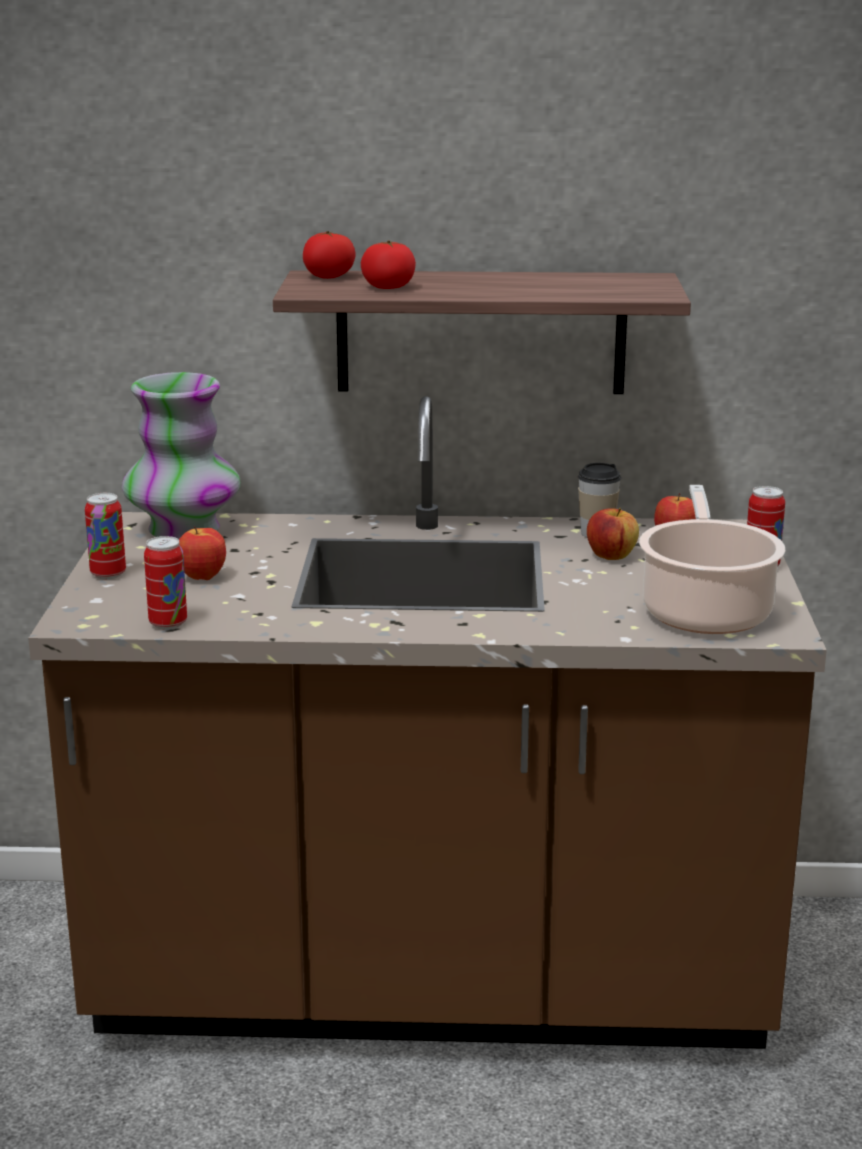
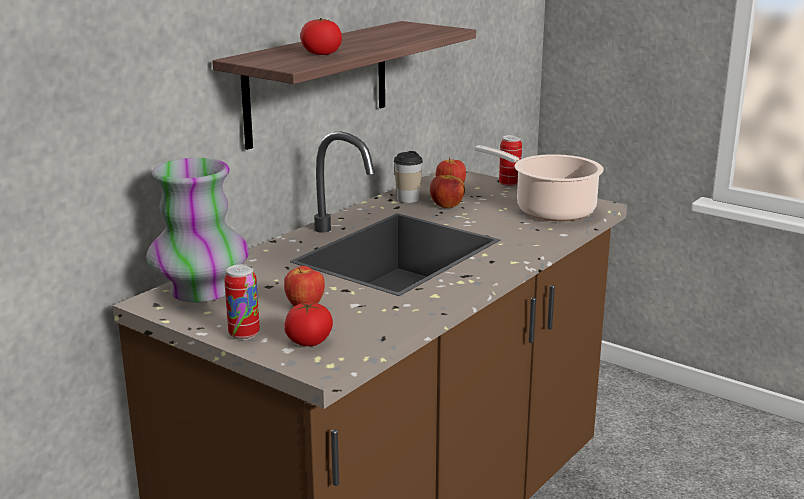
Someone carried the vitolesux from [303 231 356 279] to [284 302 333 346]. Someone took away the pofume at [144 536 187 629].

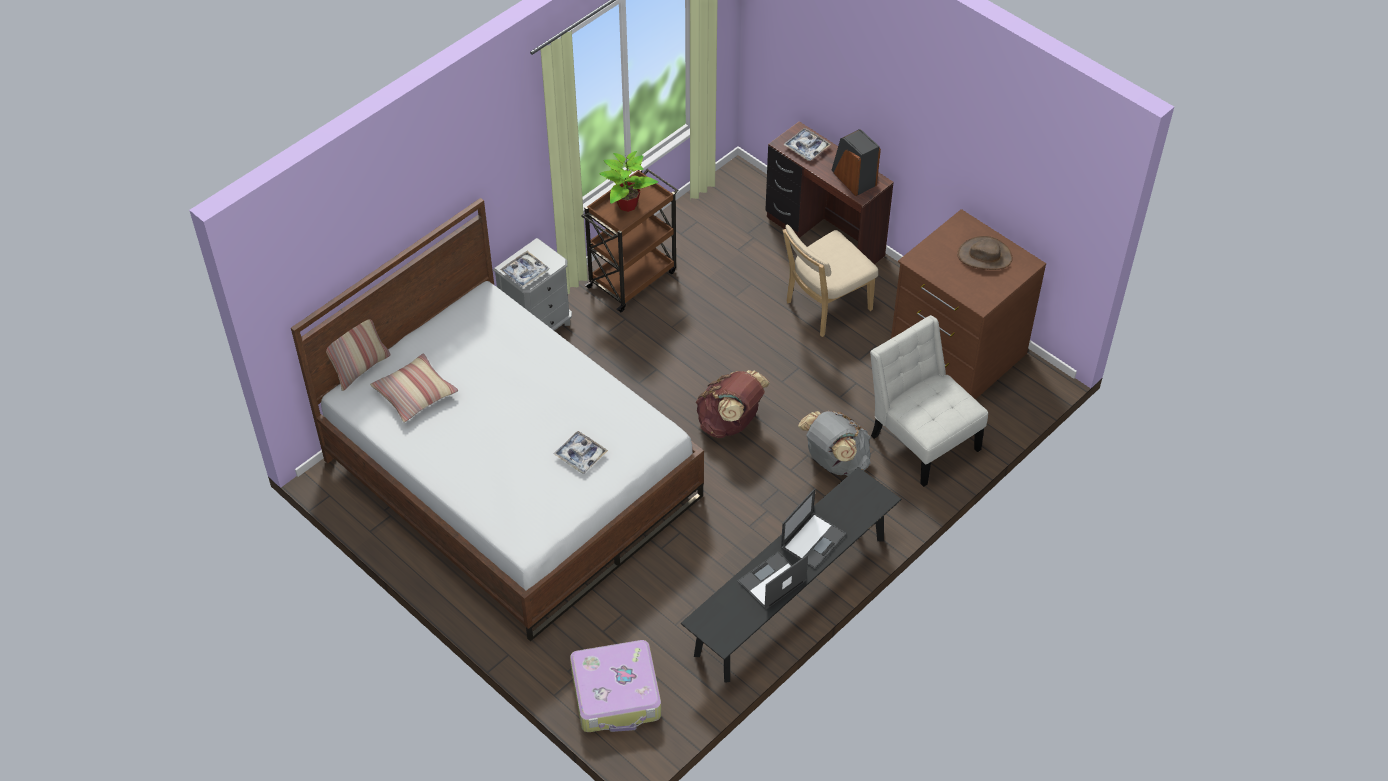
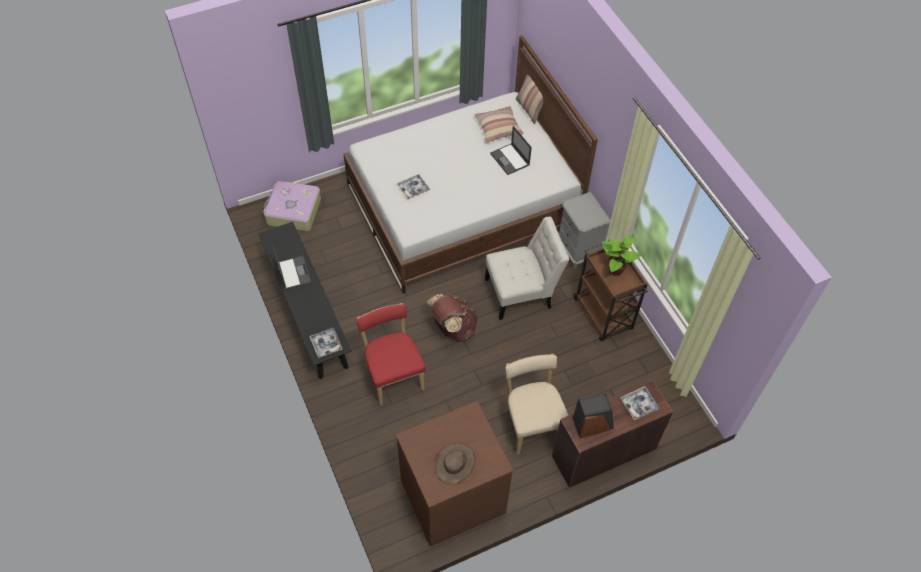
Someone carried the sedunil from [500 251 549 288] to [309 328 343 358]. Someone swapped the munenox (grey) at [798 411 871 476] for the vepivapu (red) at [356 303 426 406]. Someone carried the vepivapu (white) from [870 315 988 487] to [485 217 570 320]. Someone carried the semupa from [780 488 846 569] to [490 126 532 175].

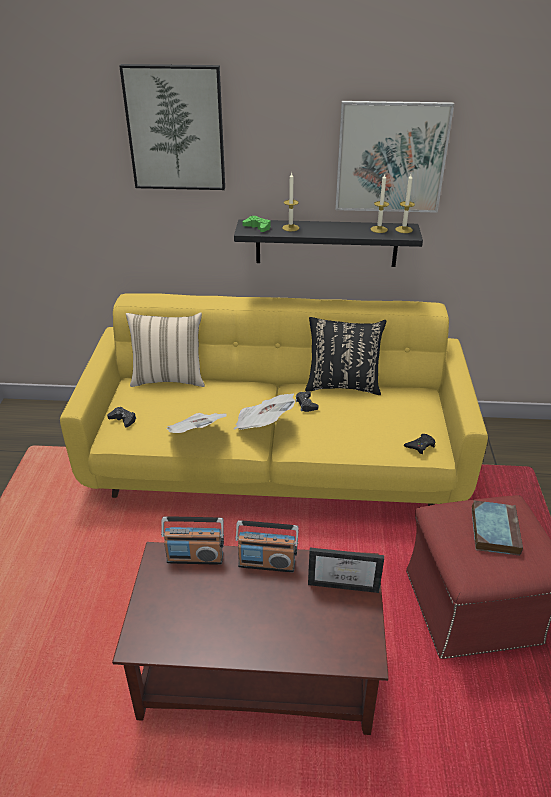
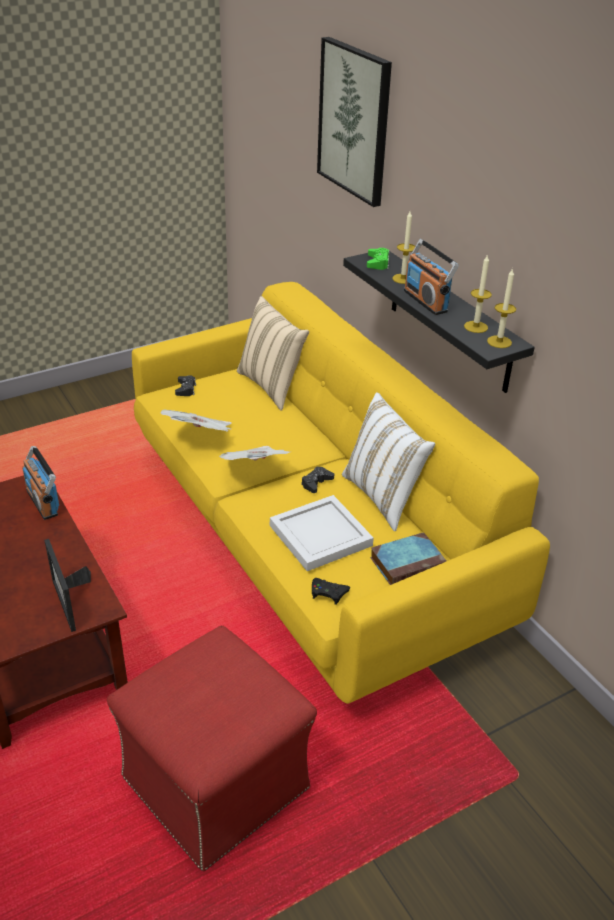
Someone put down the sedunil (white) at [270 495 374 571]. Someone repainted the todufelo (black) at [305 317 386 395], which became the todufelo (white) at [342 392 435 531]. Someone carried the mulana from [472 500 523 556] to [370 532 447 585]. Someone carried the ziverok from [235 520 299 572] to [404 239 459 315]. Someone took away the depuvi at [335 101 454 213].

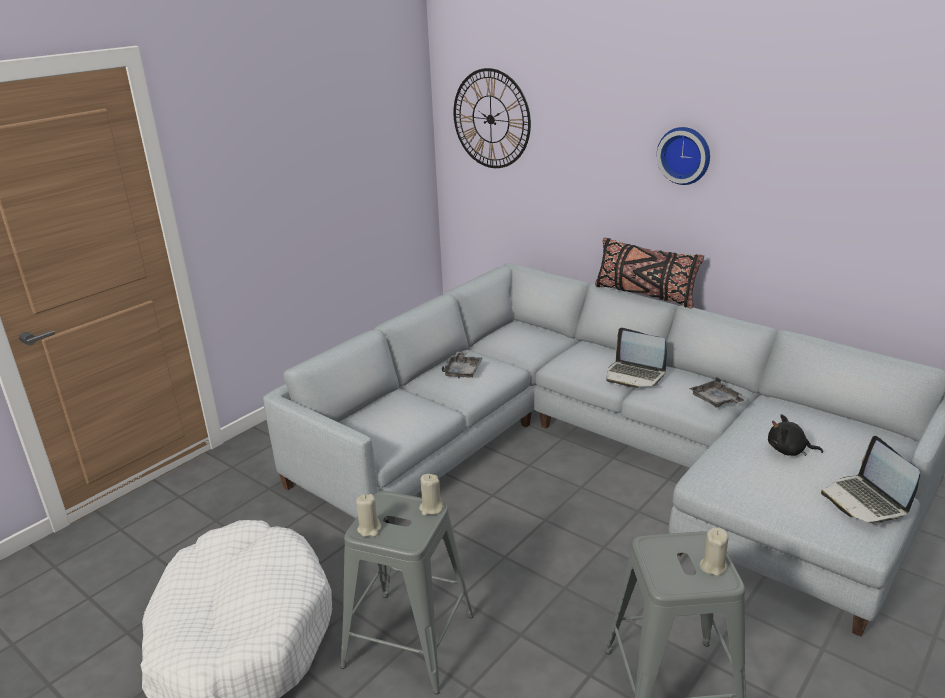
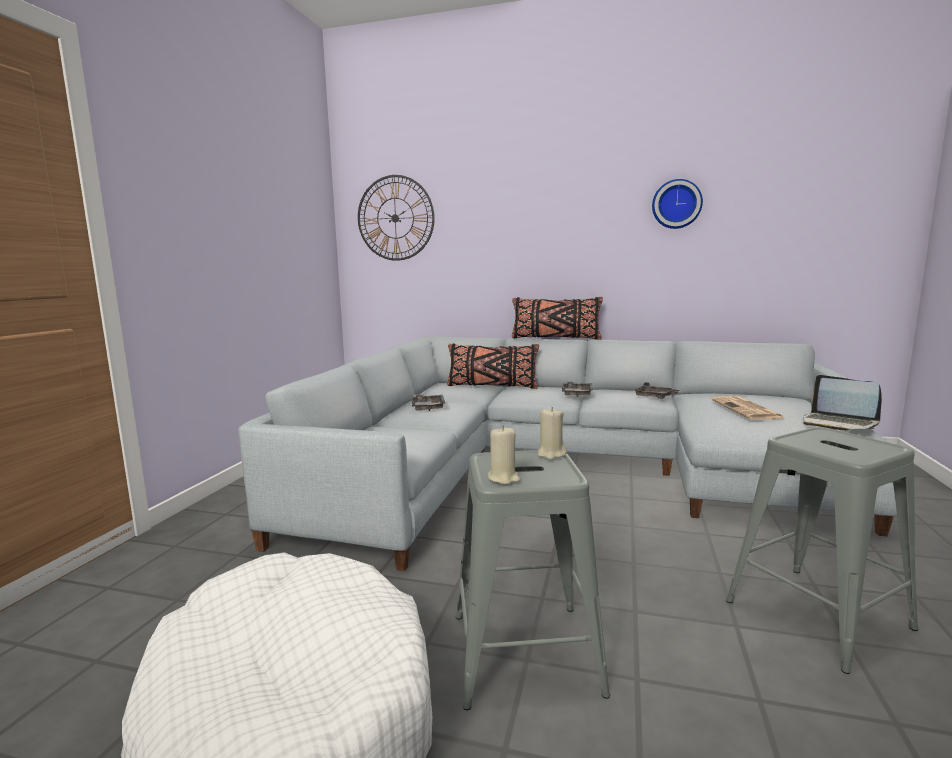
Someone put down the todufelo (black) at [447 343 539 389]. Someone swapped the semupa at [606 328 667 388] for the sedunil (grey) at [562 382 593 397]. Someone carried the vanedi from [657 127 710 185] to [652 179 703 229]. Someone swapped the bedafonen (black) at [768 414 823 456] for the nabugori at [711 396 784 419]. Someone took away the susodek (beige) at [700 528 729 576].

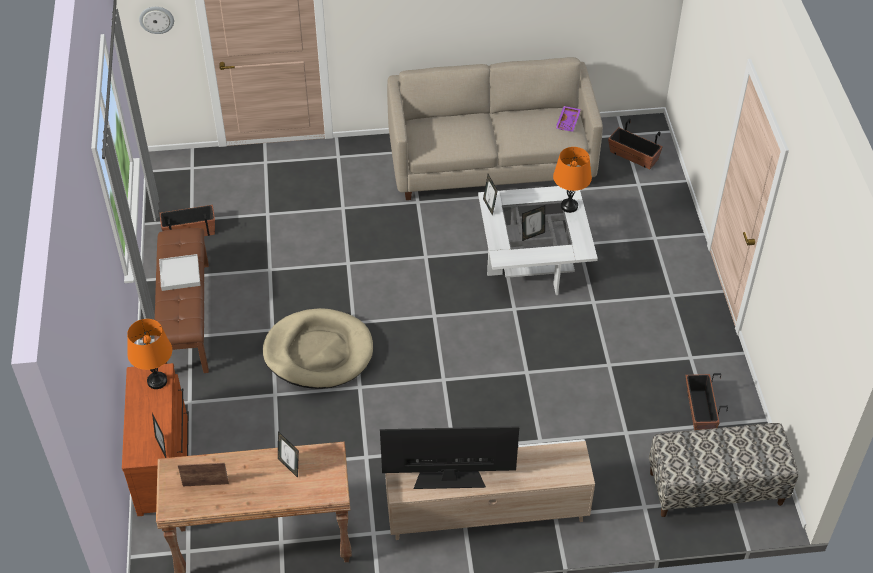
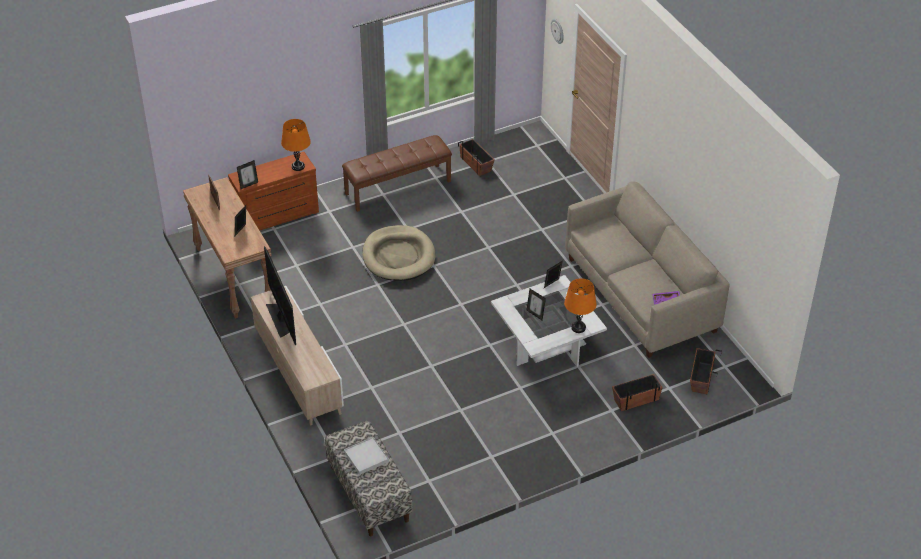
Someone carried the sedunil (white) from [159 254 201 291] to [344 437 389 475]. Someone carried the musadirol from [686 373 728 430] to [612 374 663 411].

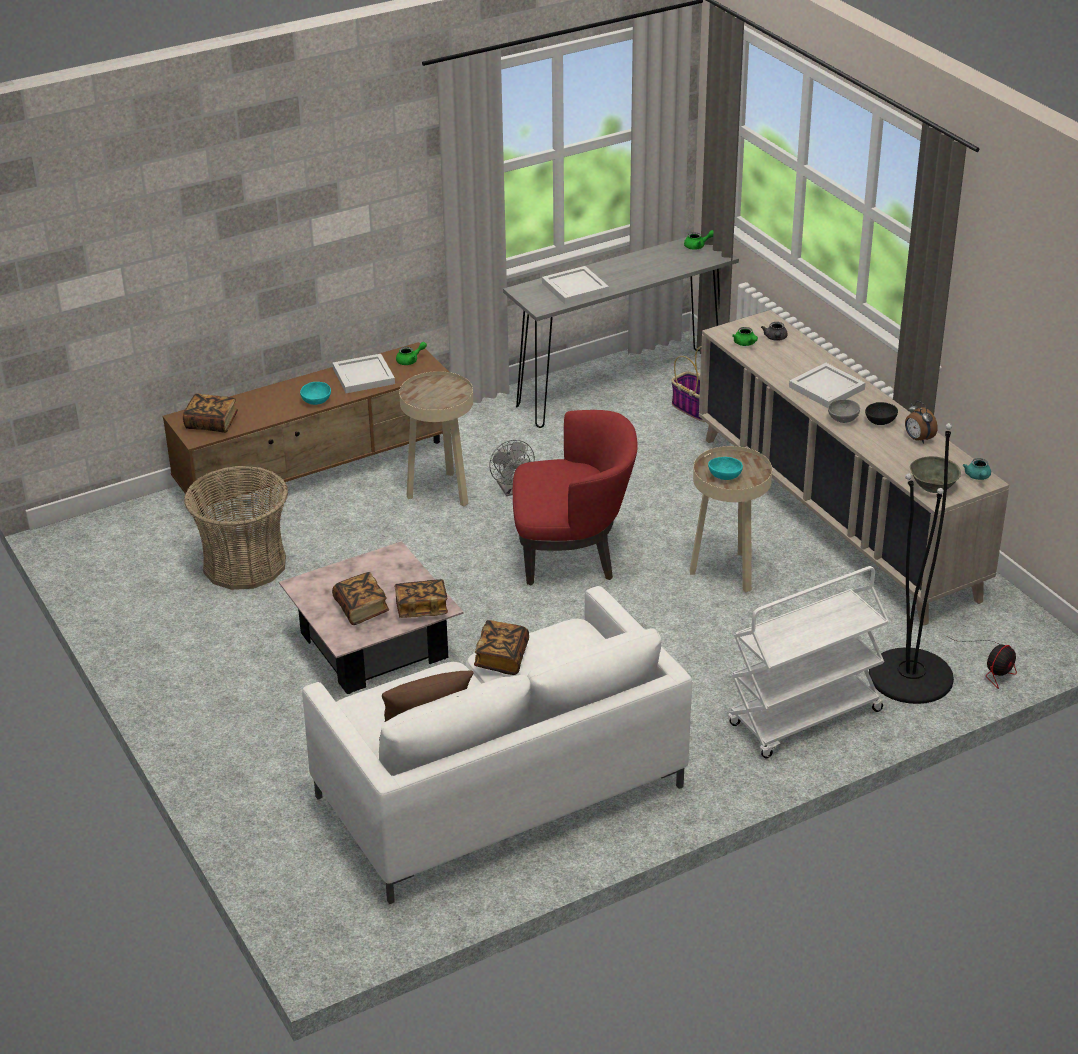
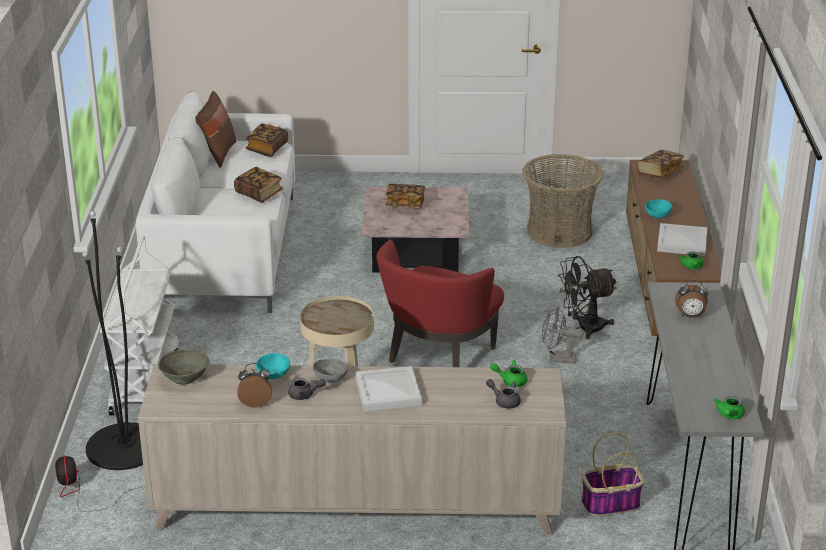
Someone carried the mulana from [394 579 448 618] to [246 124 288 157]. Someone carried the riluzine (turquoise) from [708 457 743 480] to [256 353 290 379]. Someone swapped the riluzine (black) at [865 402 898 425] for the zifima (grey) at [288 378 326 400]. Someone swapped the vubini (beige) at [399 371 473 507] for the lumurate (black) at [558 256 616 339]. Someone swapped the sedunil (white) at [542 266 609 304] for the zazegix at [675 280 708 318]. Someone took away the zifima (turquoise) at [963 458 991 480].

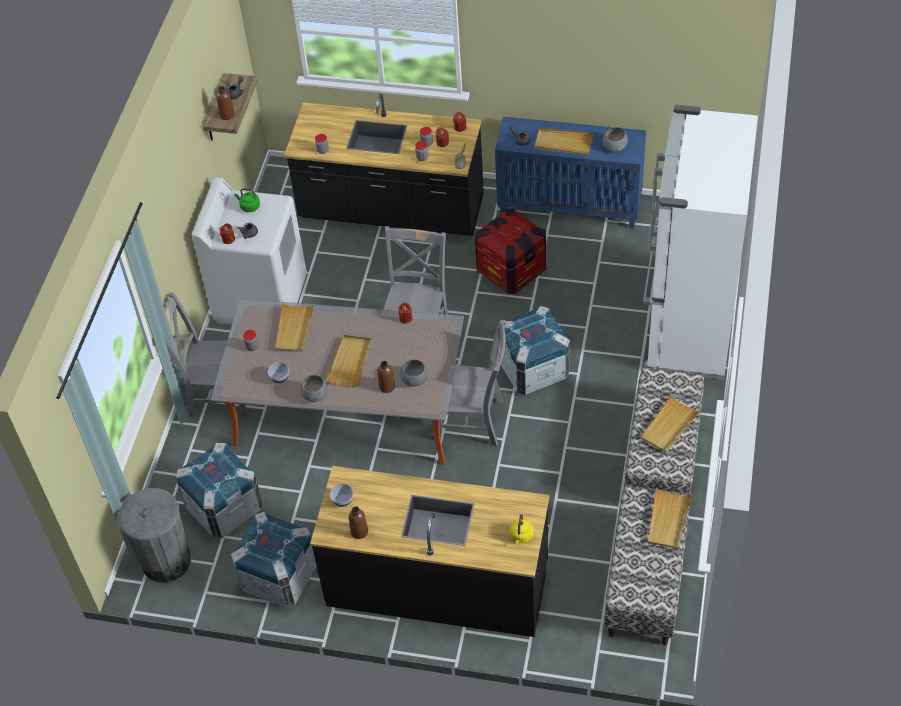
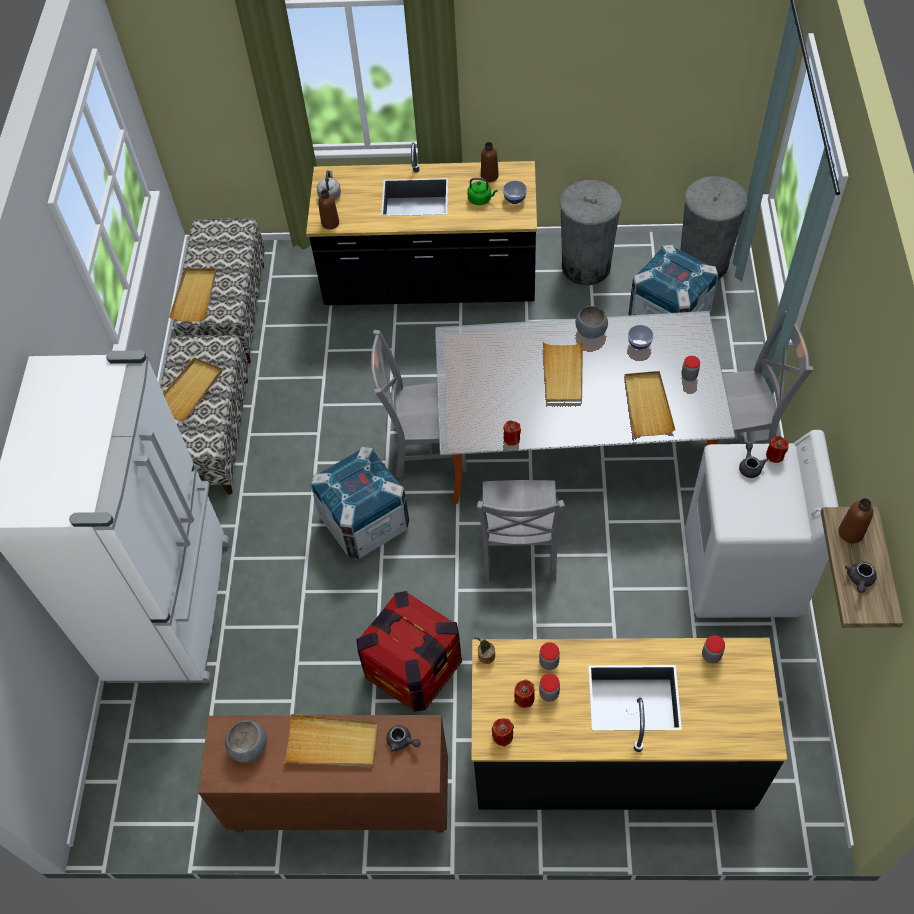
Someone repainted the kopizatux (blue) at [495 117 646 229], which became the kopizatux (brown) at [198 715 448 832]. Someone repainted the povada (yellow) at [510 514 534 543], which became the povada (grey) at [317 170 341 200]. Someone carried the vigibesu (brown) from [378 361 395 393] to [318 190 339 230]. Someone carried the povada (green) from [234 188 260 212] to [467 178 498 205]. Someone swapped the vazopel at [231 512 317 608] for the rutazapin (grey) at [559 180 622 285]. Someone took away the riluzine (grey) at [400 360 428 386].

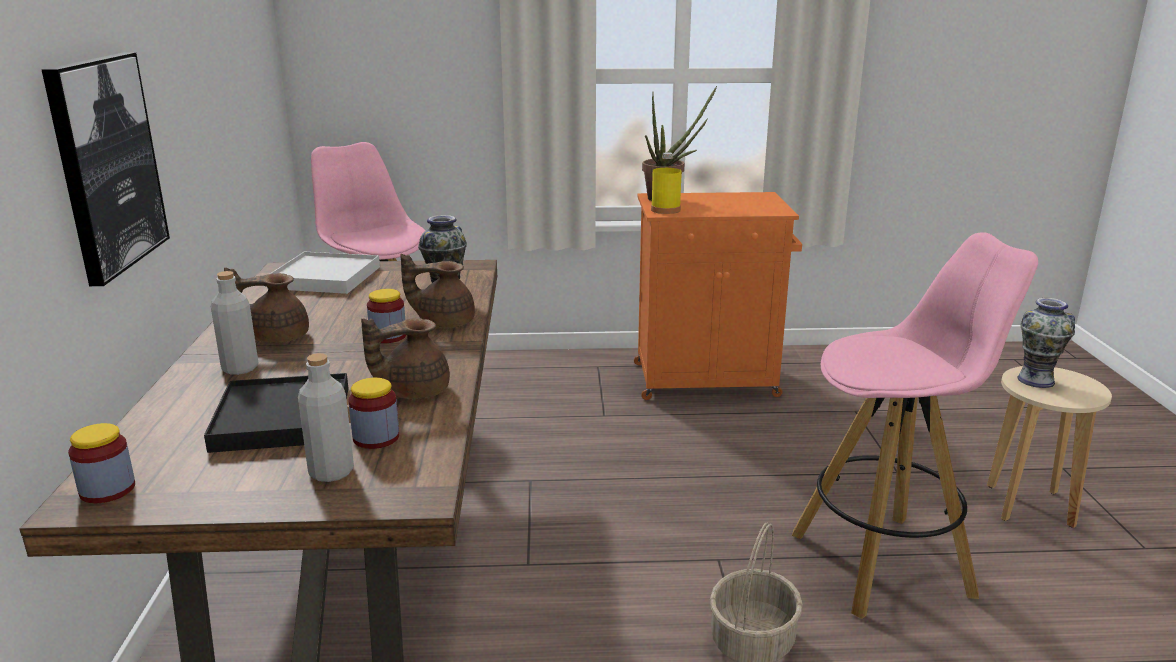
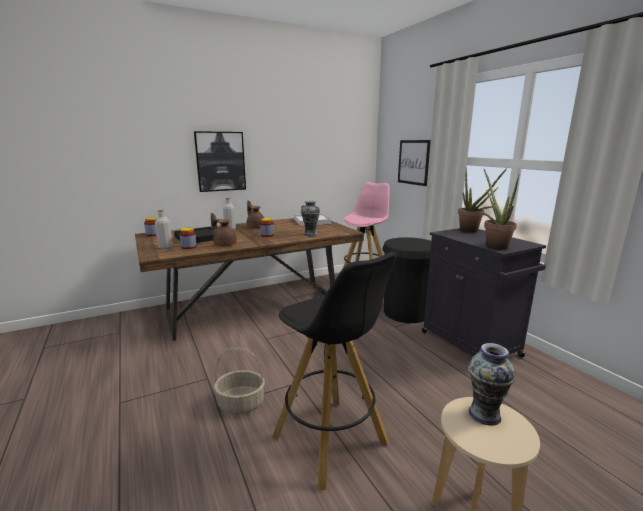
Someone repainted the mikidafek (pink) at [792 232 1038 619], which became the mikidafek (black) at [272 252 397 491]. Someone put down the rutazapin (black) at [382 237 431 323]. Someone put up the depuvi at [398 140 431 186]. Someone repainted the kopizatux (orange) at [634 192 802 400], which became the kopizatux (black) at [422 228 546 357]. Someone put down the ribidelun at [481 169 520 250]. Someone took away the zifima (brown) at [400 253 475 328]. Someone took away the vigibesu (yellow) at [651 152 682 214].

